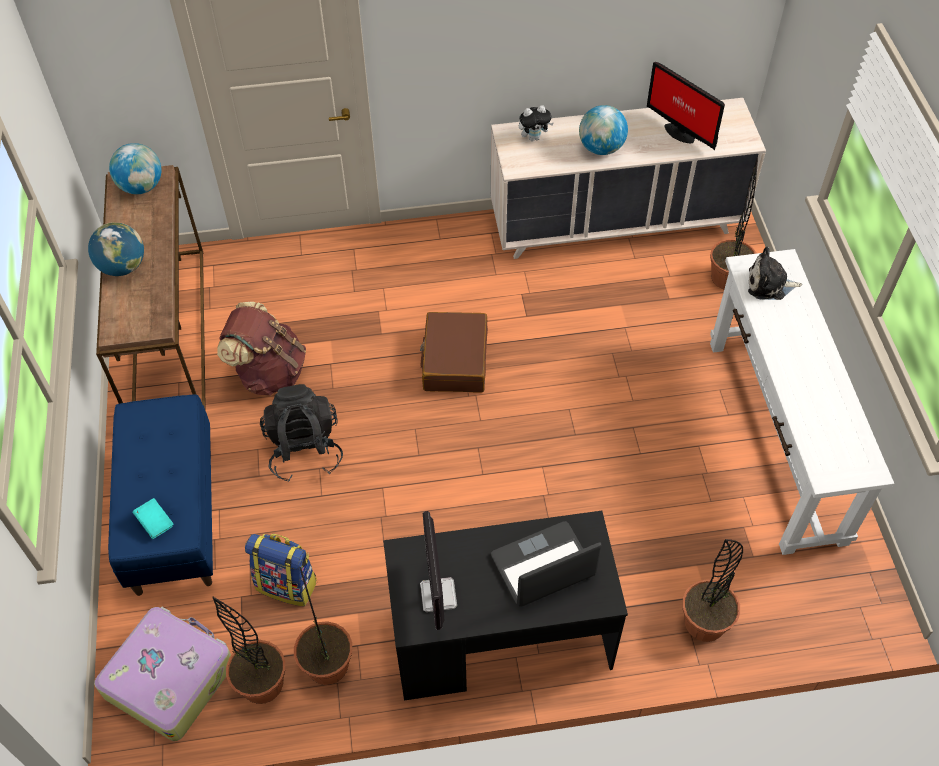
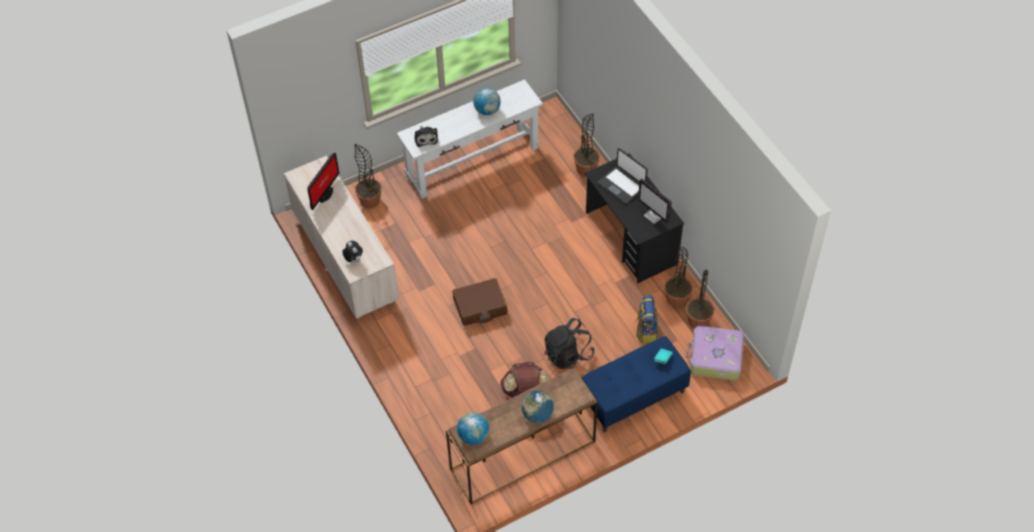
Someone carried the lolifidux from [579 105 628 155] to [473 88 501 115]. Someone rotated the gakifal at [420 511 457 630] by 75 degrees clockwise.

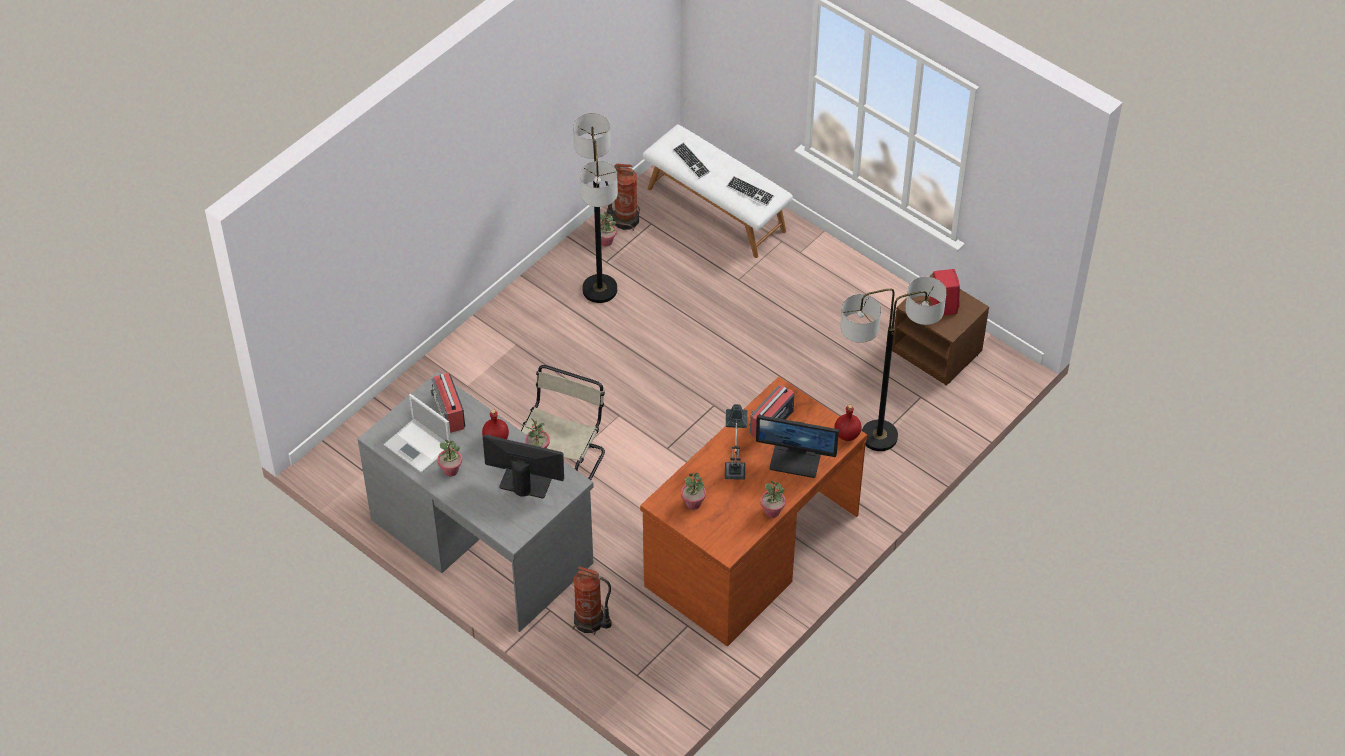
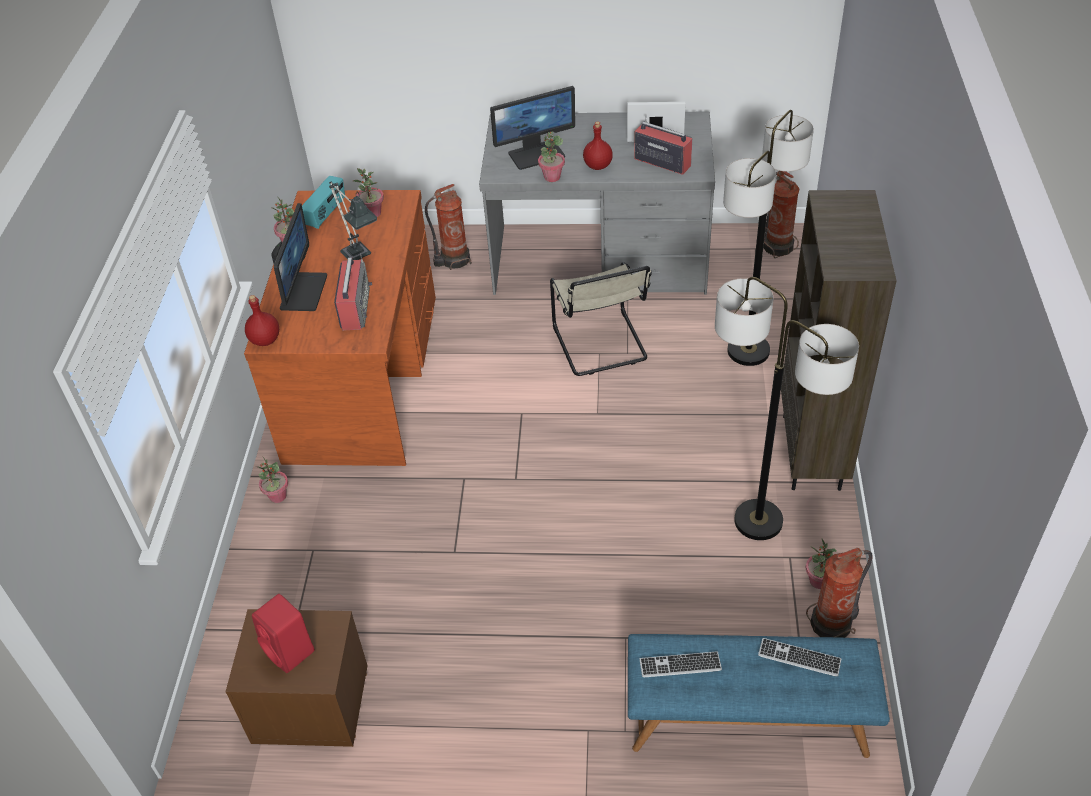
Someone carried the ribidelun from [437 439 462 476] to [255 456 288 503]. Someone rotated the gakifal at [756 415 839 478] by 120 degrees clockwise. Someone put down the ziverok at [302 176 345 229]. Someone repainted the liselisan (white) at [643 124 793 258], which became the liselisan (blue) at [628 634 890 758]. Someone carried the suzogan from [840 277 947 451] to [723 110 814 366]. Someone put down the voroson at [763 171 799 258]. Someone put down the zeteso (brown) at [781 190 897 491].

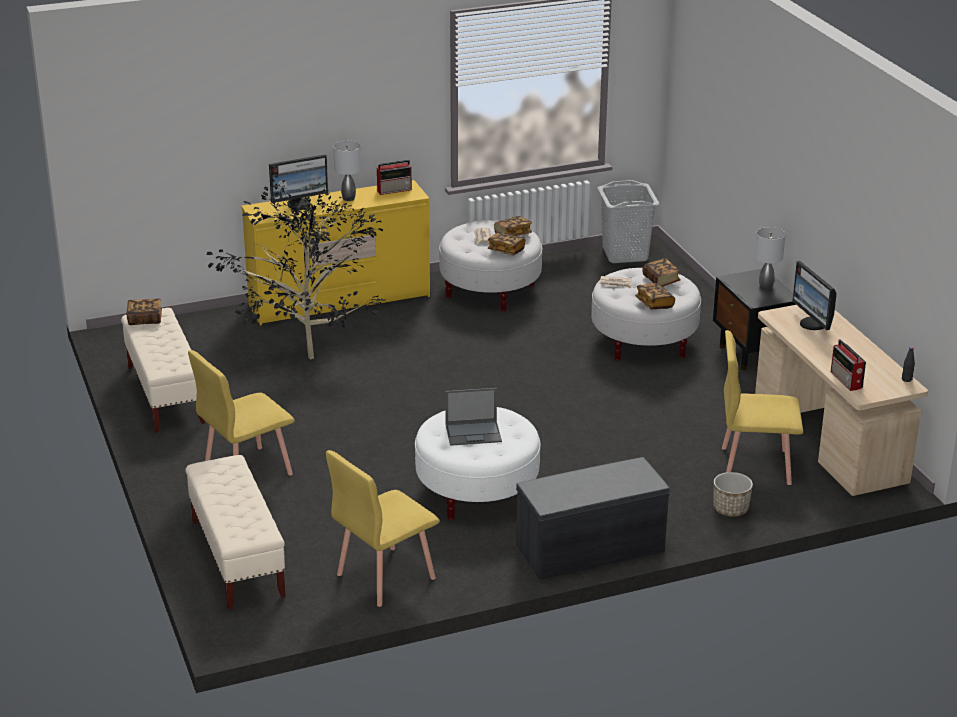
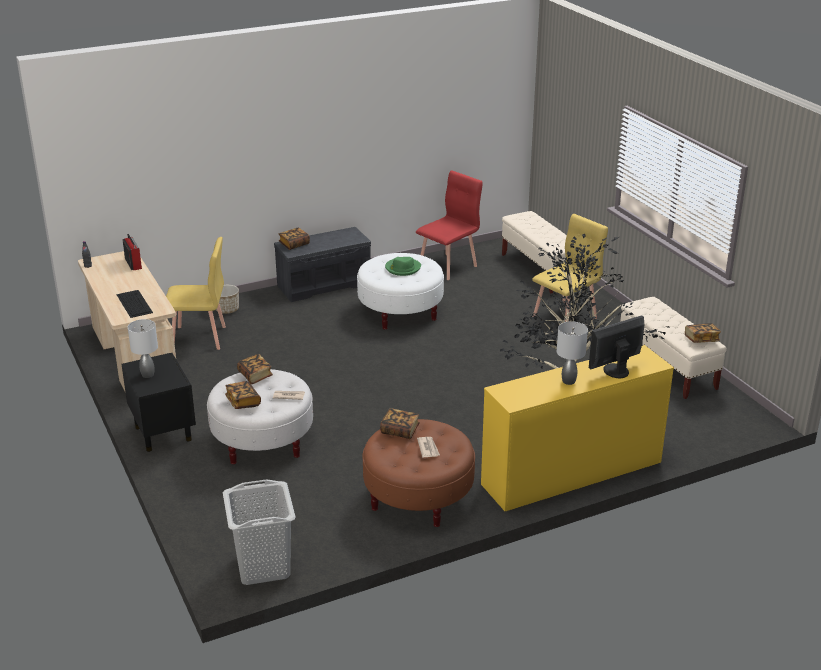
Someone swapped the gakifal at [792 261 837 330] for the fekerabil at [116 290 153 318]. Someone carried the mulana from [494 216 532 236] to [279 227 310 250]. Someone repainted the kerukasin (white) at [439 220 542 312], which became the kerukasin (brown) at [362 419 475 527]. Someone swapped the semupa at [445 388 502 446] for the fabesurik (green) at [385 257 421 276]. Someone repainted the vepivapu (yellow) at [326 450 440 607], which became the vepivapu (red) at [416 170 483 280]. Someone took away the ziverok at [377 160 412 195].

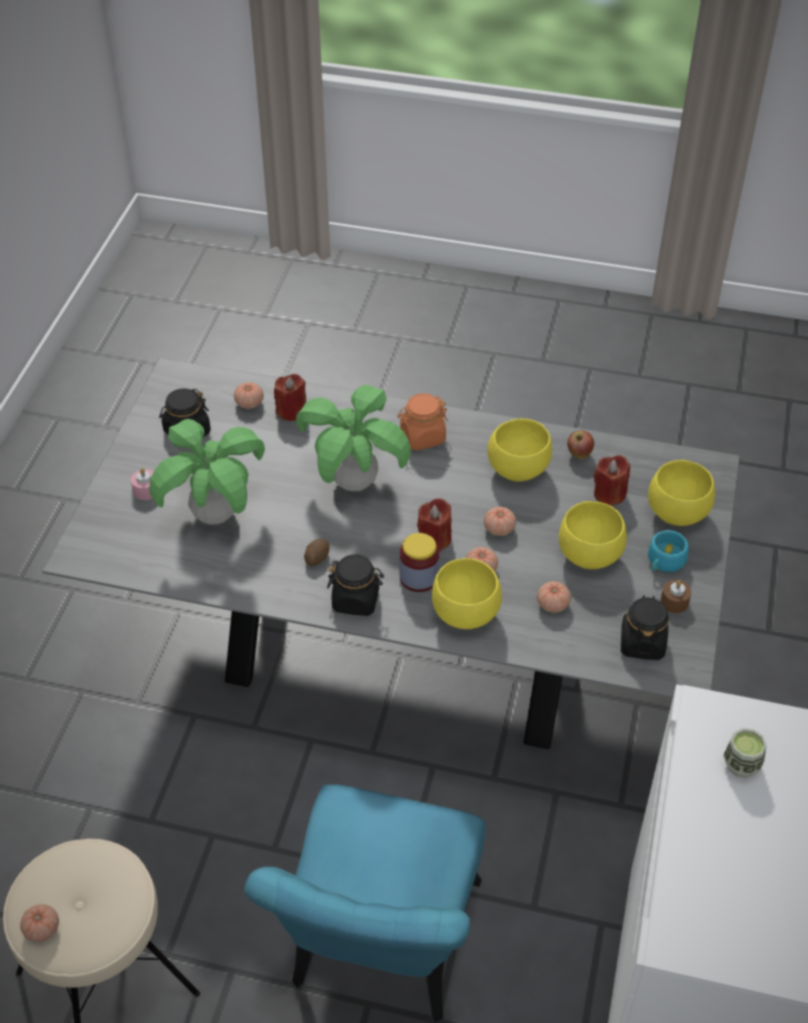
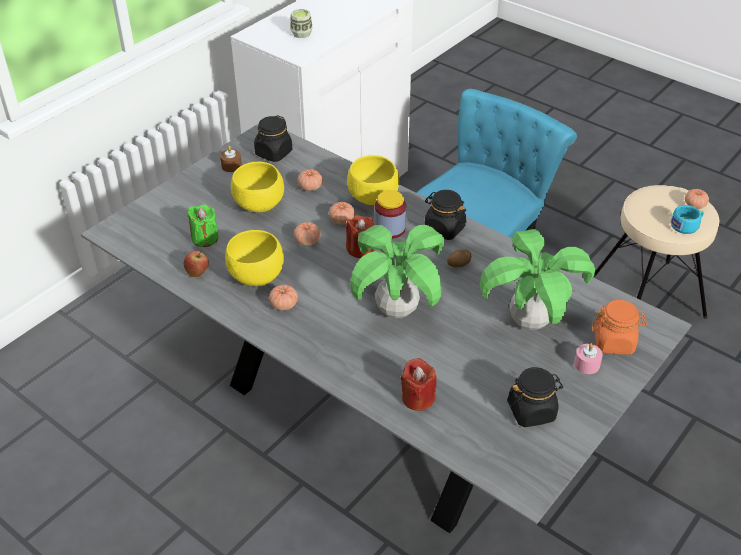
Someone repainted the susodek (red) at [594 455 630 506], which became the susodek (green) at [188 204 219 247]. Someone carried the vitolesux from [234 382 264 409] to [269 285 298 310]. Someone carried the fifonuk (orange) from [397 393 448 451] to [592 300 647 355]. Someone carried the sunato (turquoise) from [648 530 689 572] to [671 205 704 234]. Someone took away the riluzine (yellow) at [648 460 715 526].

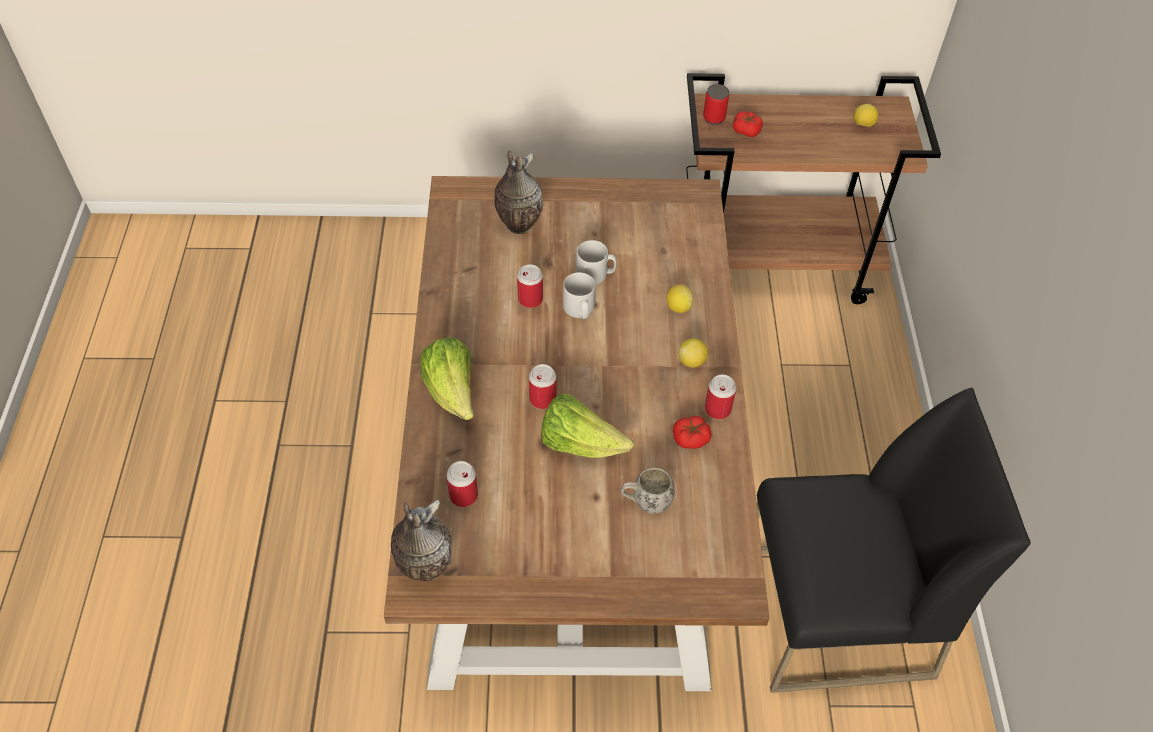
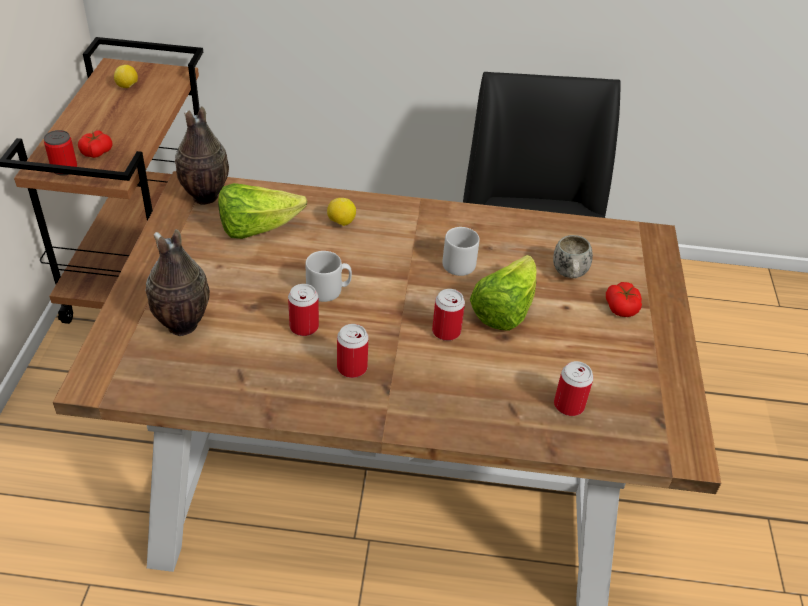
Someone carried the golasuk from [391 500 452 581] to [175 106 229 205]. Someone carried the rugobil from [420 338 474 420] to [218 183 307 239]. Someone carried the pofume from [705 374 736 419] to [337 324 369 378]. Someone carried the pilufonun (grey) from [576 240 617 285] to [442 227 479 276]. Someone carried the vitolesux from [673 416 711 449] to [606 282 642 317]. Someone took away the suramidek at [679 338 708 368].

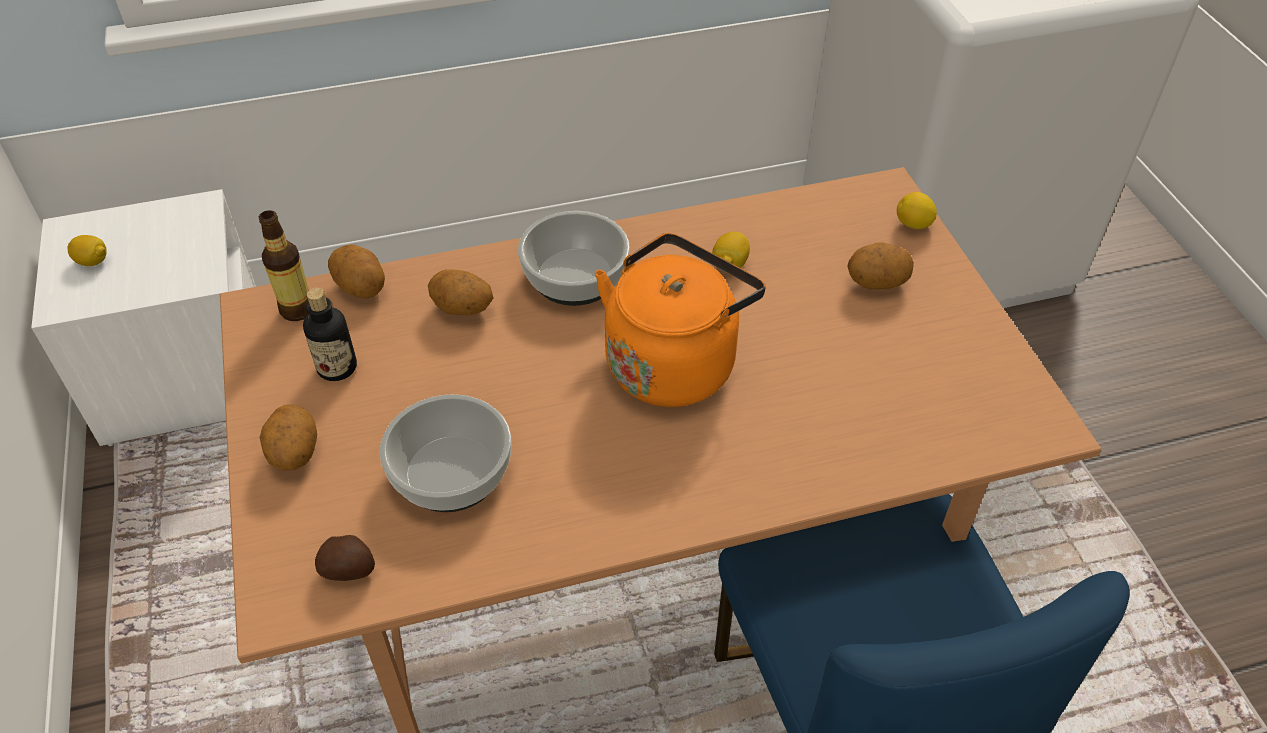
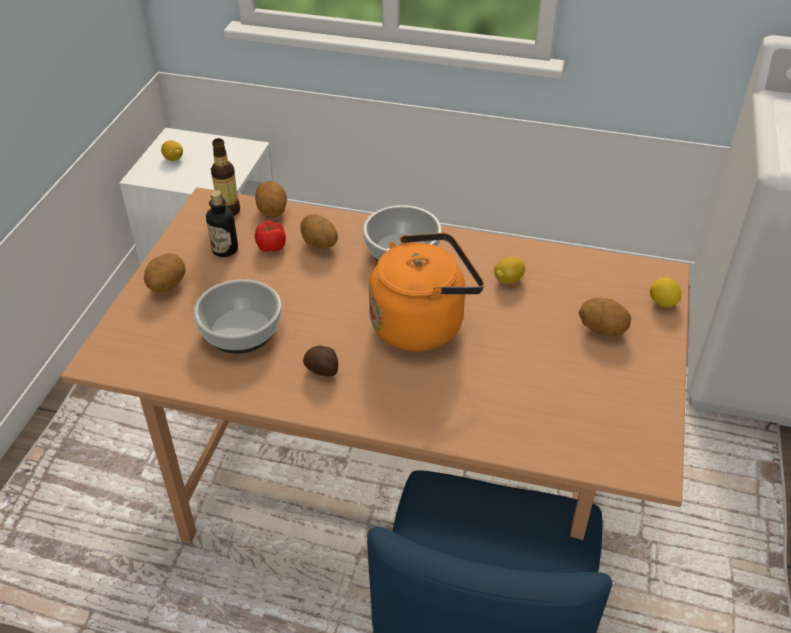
Someone put down the vitolesux at [255 220 286 252]. Someone carried the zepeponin from [315 535 375 581] to [303 345 338 377].

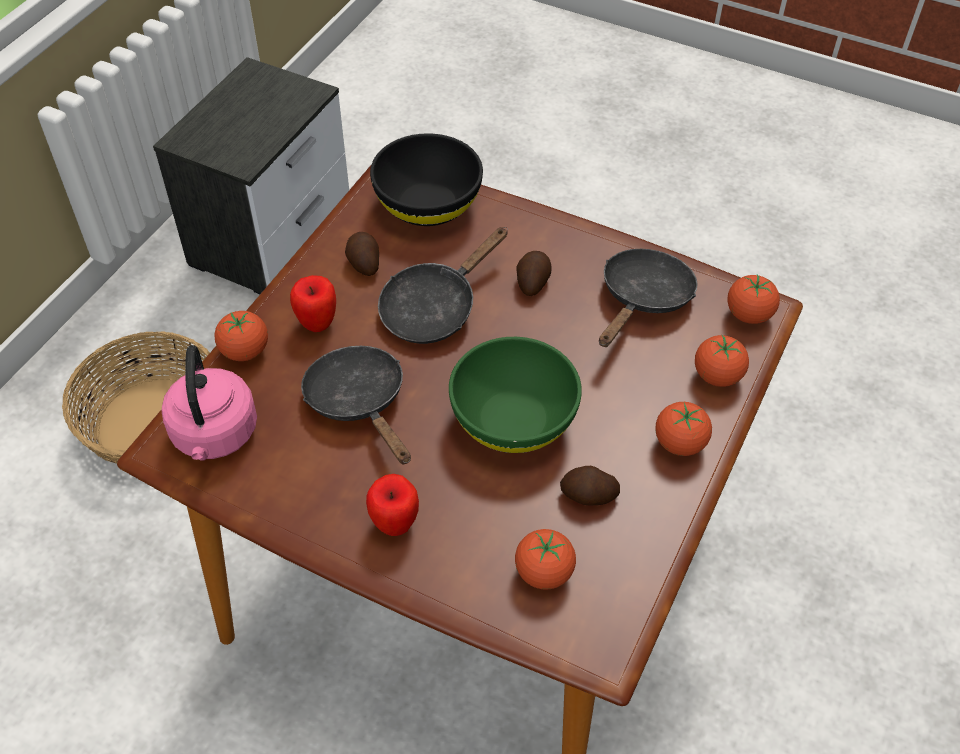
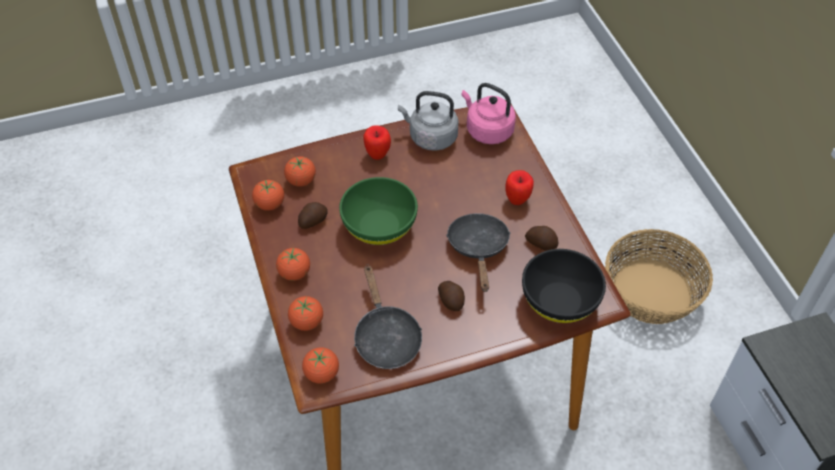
Someone carried the vitolesux from [214 311 268 361] to [252 180 284 211]. Someone put down the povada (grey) at [398 91 459 151]. Someone took away the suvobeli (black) at [301 346 411 465].

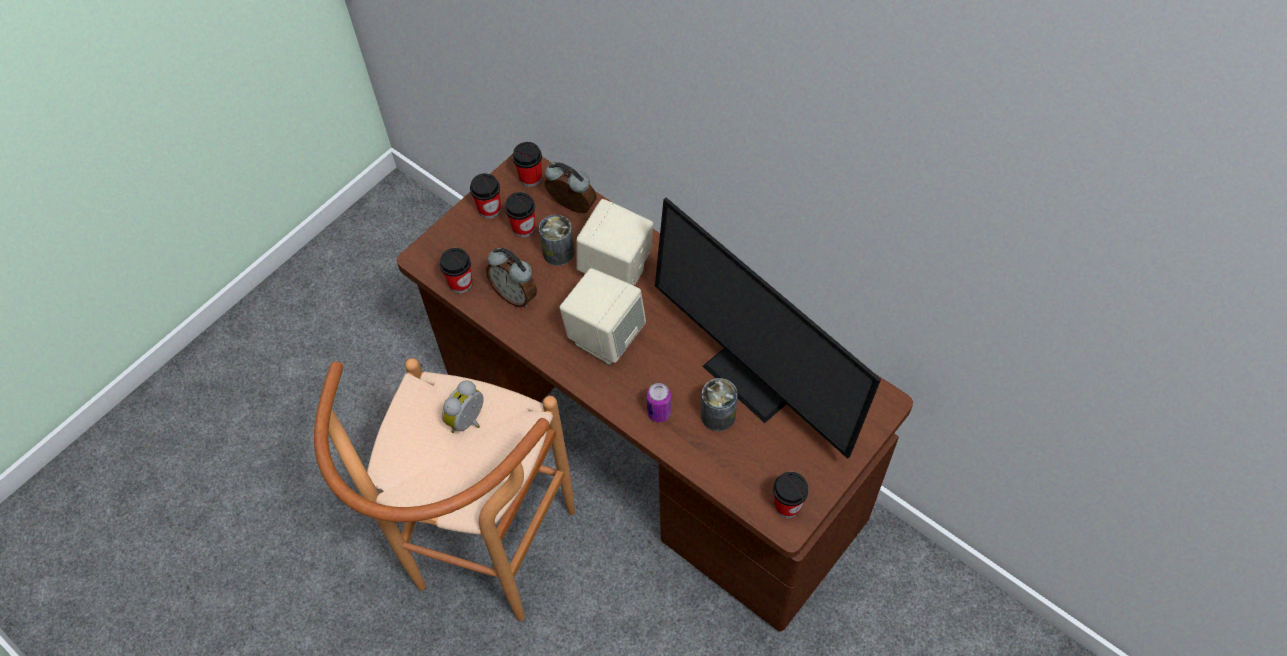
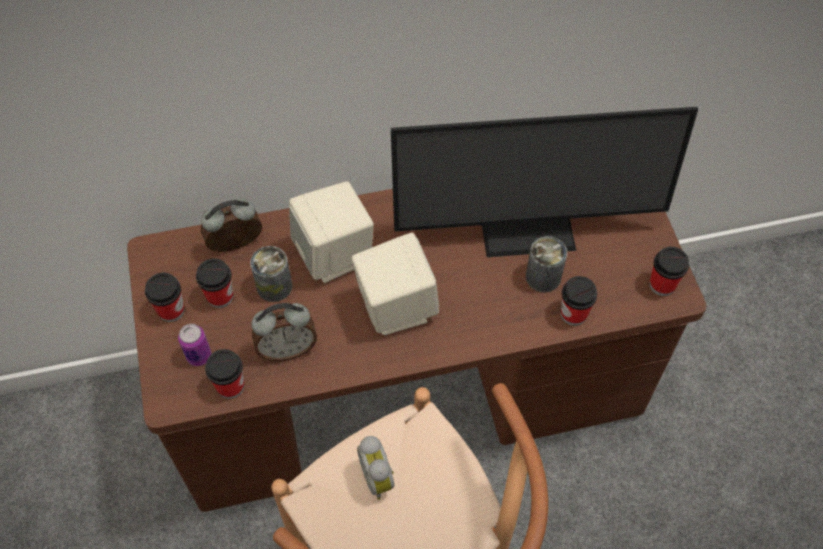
Someone carried the pofume from [646 383 671 422] to [178 324 212 366]. Someone carried the sunato from [512 142 542 187] to [561 276 597 326].

